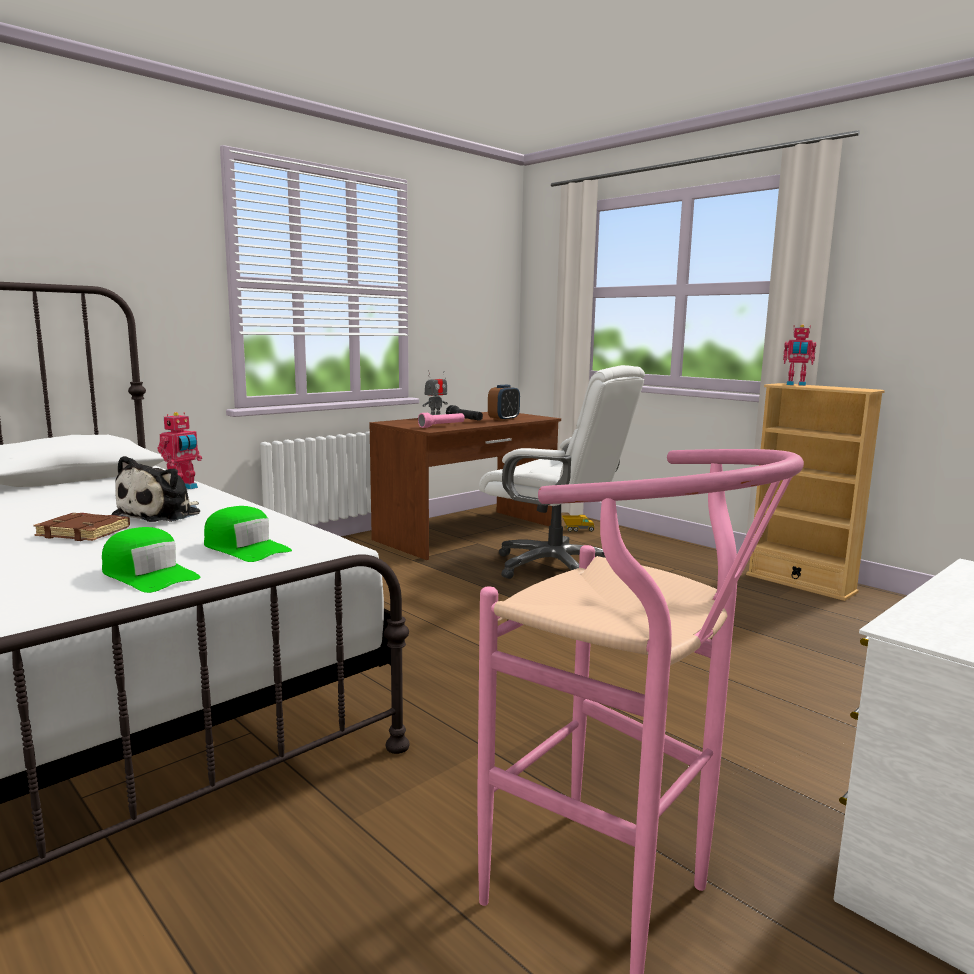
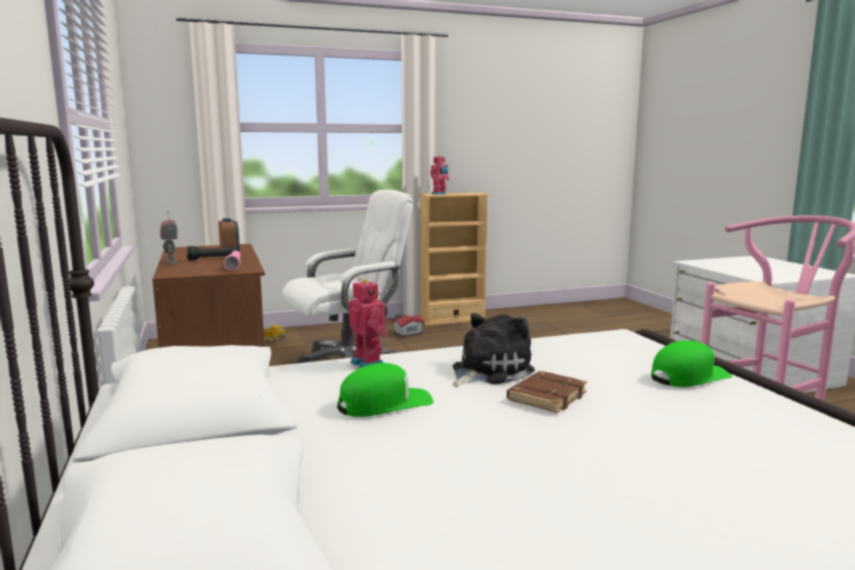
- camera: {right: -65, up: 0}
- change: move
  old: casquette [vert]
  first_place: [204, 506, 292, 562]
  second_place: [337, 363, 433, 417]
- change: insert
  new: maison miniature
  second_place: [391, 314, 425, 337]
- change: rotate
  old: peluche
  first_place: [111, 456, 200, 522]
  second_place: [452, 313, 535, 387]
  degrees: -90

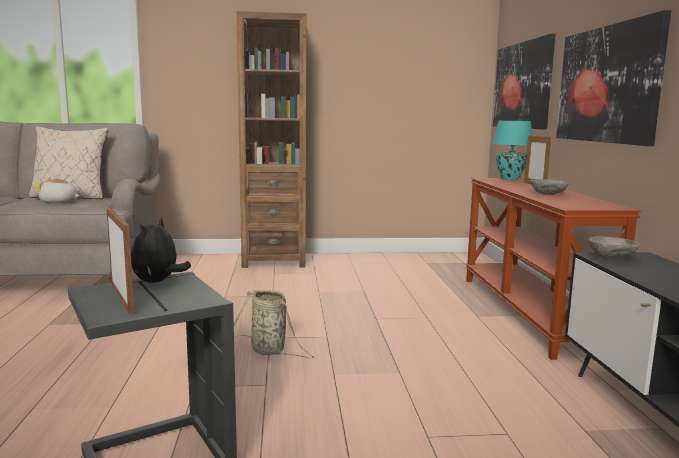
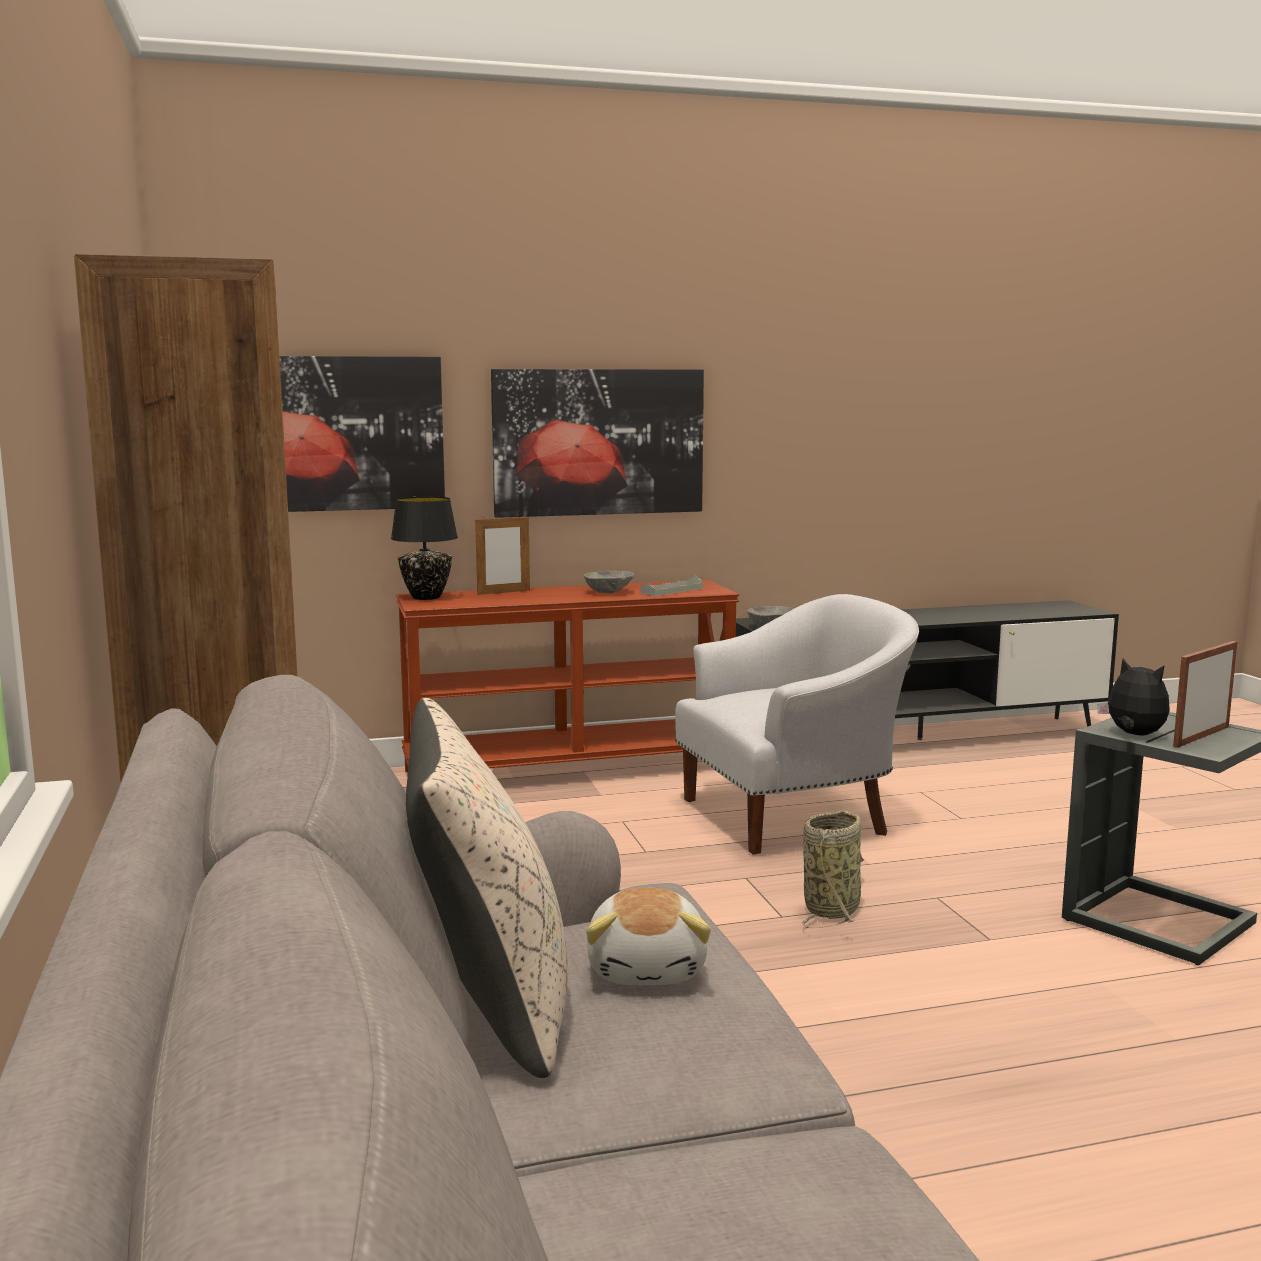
- camera: {right: -100, up: 0}
- change: recolor
  old: lampe de table [turquoise]
  new: lampe de table [noir]
  first_place: [493, 121, 532, 180]
  second_place: [391, 497, 458, 600]
- change: insert
  new: plateau [gris]
  second_place: [640, 576, 703, 596]
- change: insert
  new: fauteuil [blanc]
  second_place: [675, 594, 919, 855]
- change: rotate
  old: peluche
  first_place: [131, 217, 191, 283]
  second_place: [1097, 658, 1170, 735]
  degrees: -135

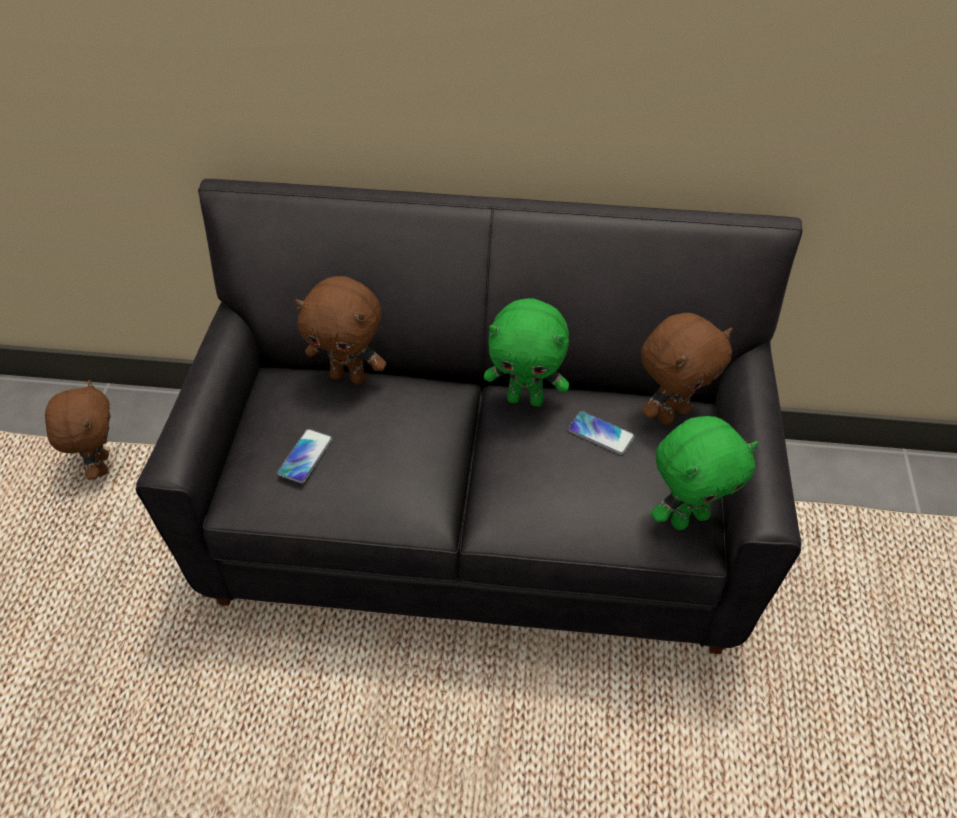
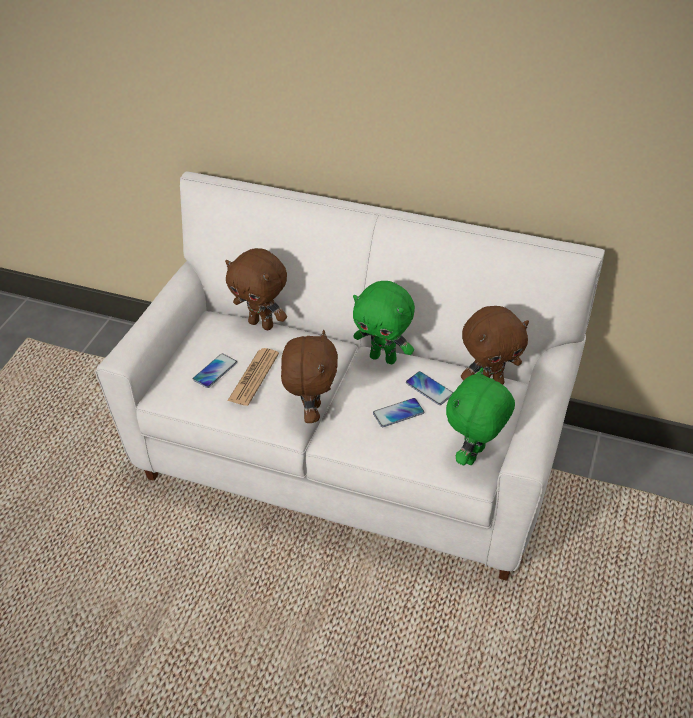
- camera: {right: 15, up: -5}
- change: recolor
  old: canapé [noir]
  new: canapé [blanc]
  first_place: [136, 179, 803, 654]
  second_place: [95, 171, 605, 581]
- change: insert
  new: journal
  second_place: [227, 348, 279, 406]
- change: move
  old: peluche [marron]
  first_place: [45, 380, 111, 480]
  second_place: [281, 330, 338, 423]
- change: insert
  new: téléphone
  second_place: [373, 398, 424, 427]
- change: rotate
  old: peluche [vert]
  first_place: [651, 416, 758, 530]
  second_place: [446, 367, 515, 465]
  degrees: 135

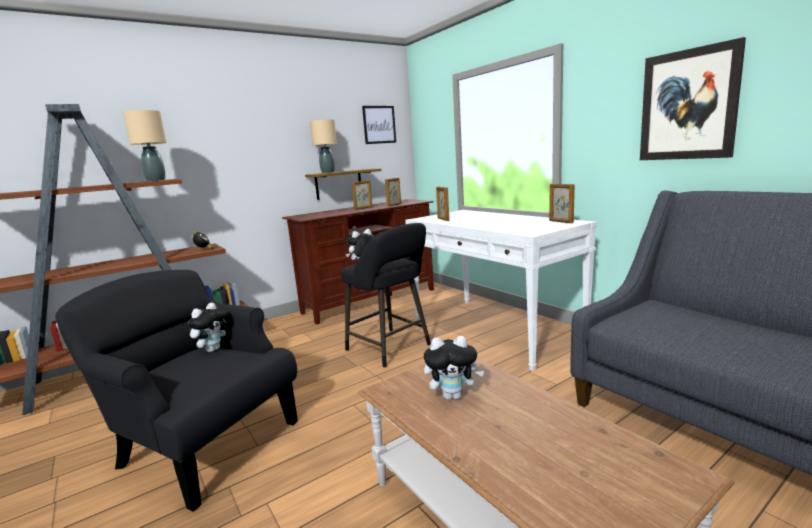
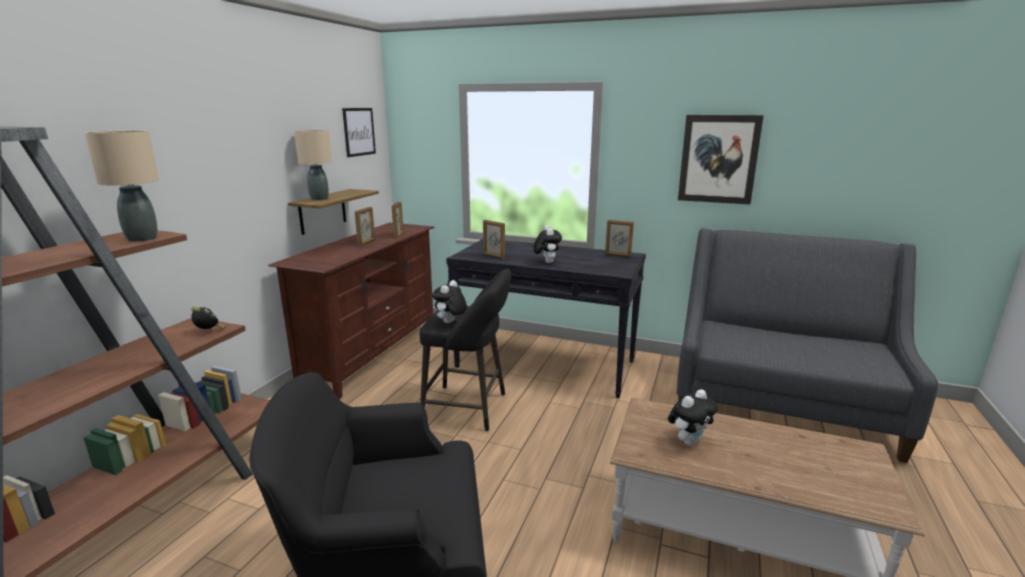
- camera: {right: -35, up: 5}
- change: recolor
  old: table console [blanc]
  new: table console [noir]
  first_place: [405, 210, 597, 371]
  second_place: [446, 239, 646, 398]
- change: move
  old: peluche
  first_place: [188, 302, 227, 352]
  second_place: [533, 225, 562, 263]

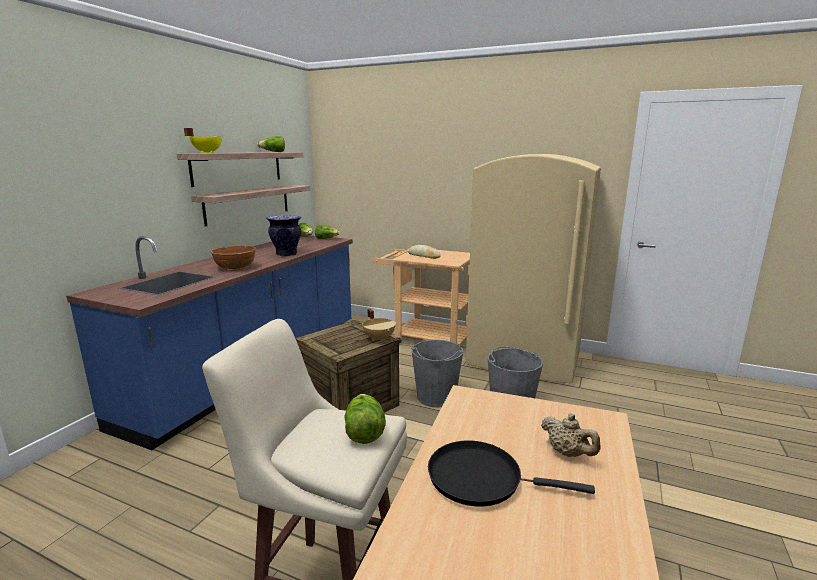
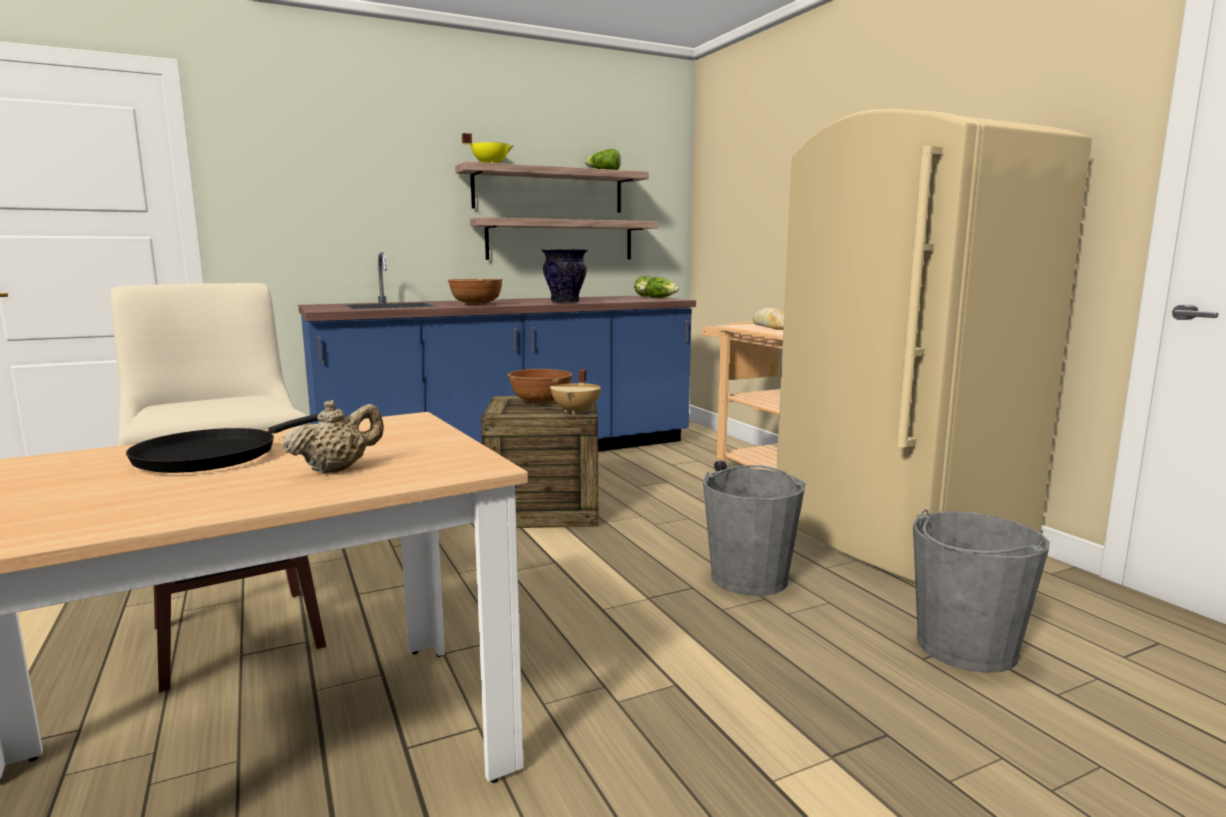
- camera: {right: 40, up: -5}
- change: rotate
  old: poêle [noir]
  first_place: [428, 441, 595, 507]
  second_place: [126, 414, 319, 473]
  degrees: -120
- change: rotate
  old: théière [beige]
  first_place: [541, 413, 600, 457]
  second_place: [283, 400, 384, 474]
  degrees: -135
- change: insert
  new: bol [marron]
  second_place: [508, 369, 572, 404]
- change: move
  old: seau [gris]
  first_place: [411, 340, 463, 408]
  second_place: [913, 509, 1050, 673]
- change: delete
  old: laitue
  first_place: [344, 394, 386, 444]

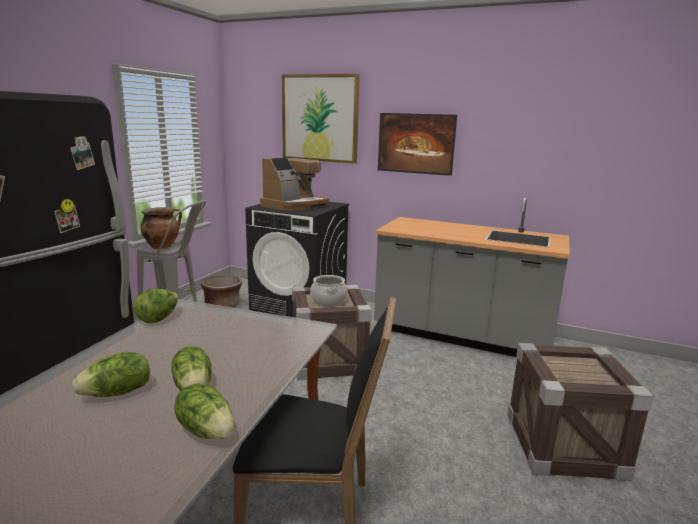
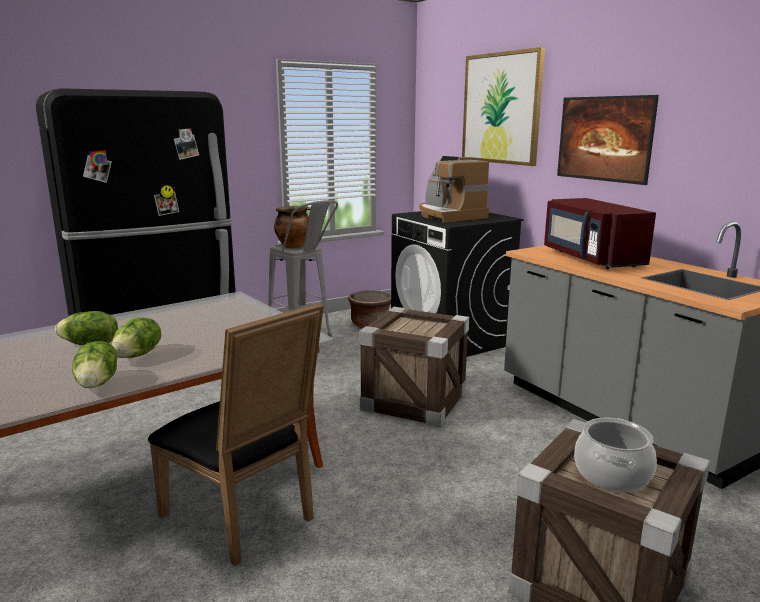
- camera: {right: 35, up: 0}
- change: rotate
  old: machine à café
  first_place: [260, 158, 329, 211]
  second_place: [419, 156, 489, 223]
  degrees: 75
- change: insert
  new: micro-ondes [rouge]
  second_place: [544, 198, 656, 269]
- change: move
  old: marmite
  first_place: [310, 275, 348, 307]
  second_place: [574, 418, 657, 492]
- change: delete
  old: laitue
  first_place: [133, 289, 178, 323]

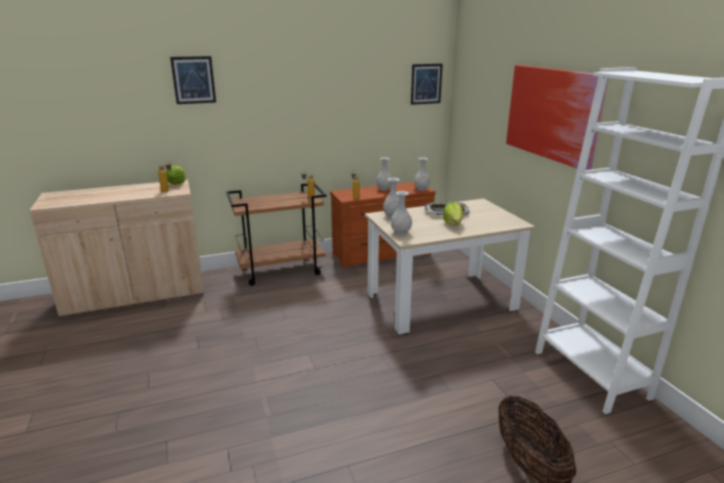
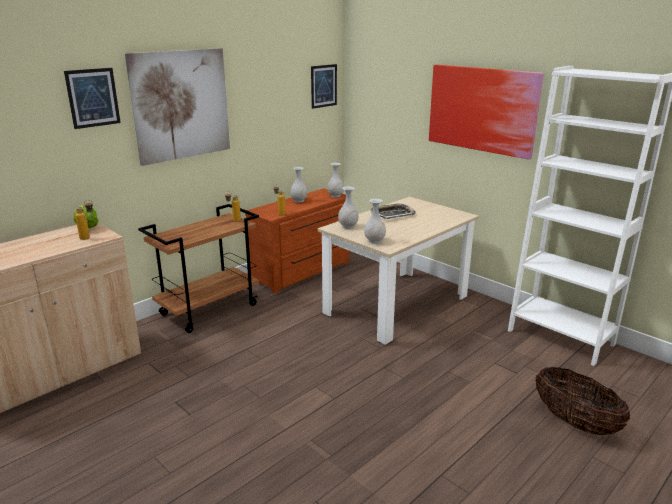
- camera: {right: -25, up: 0}
- change: insert
  new: tableau
  second_place: [125, 48, 230, 166]
- change: delete
  old: laitue
  first_place: [443, 202, 463, 226]

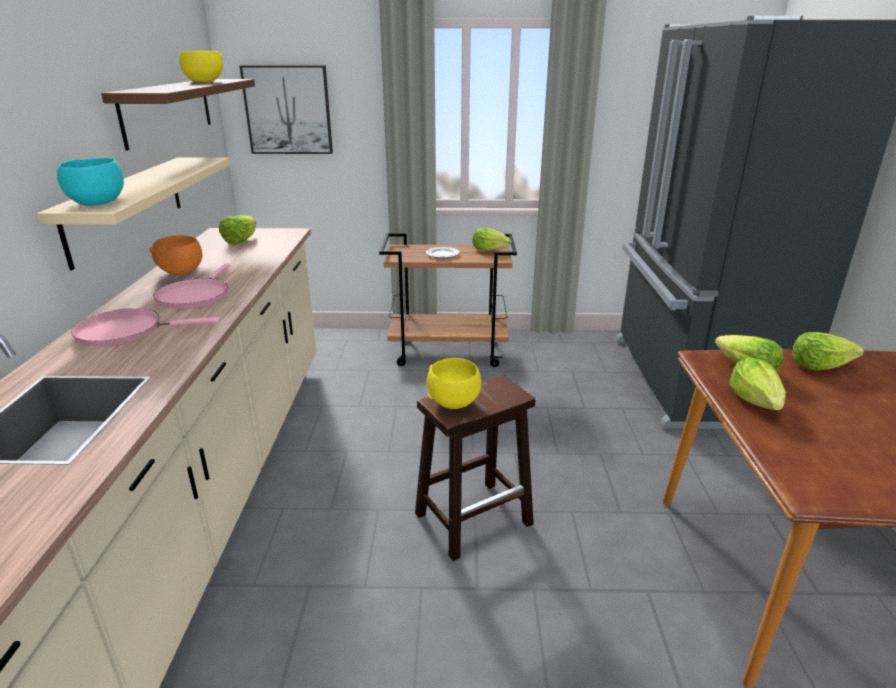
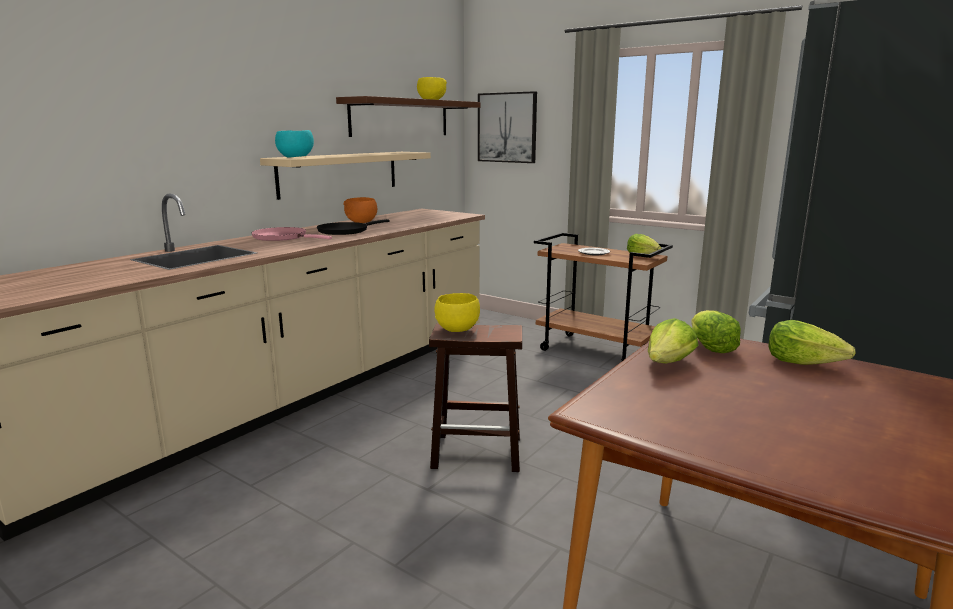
- camera: {right: 35, up: -10}
- change: recolor
  old: poêle [rose]
  new: poêle [noir]
  first_place: [153, 263, 230, 309]
  second_place: [317, 219, 390, 235]
- change: delete
  old: laitue
  first_place: [219, 215, 256, 245]

